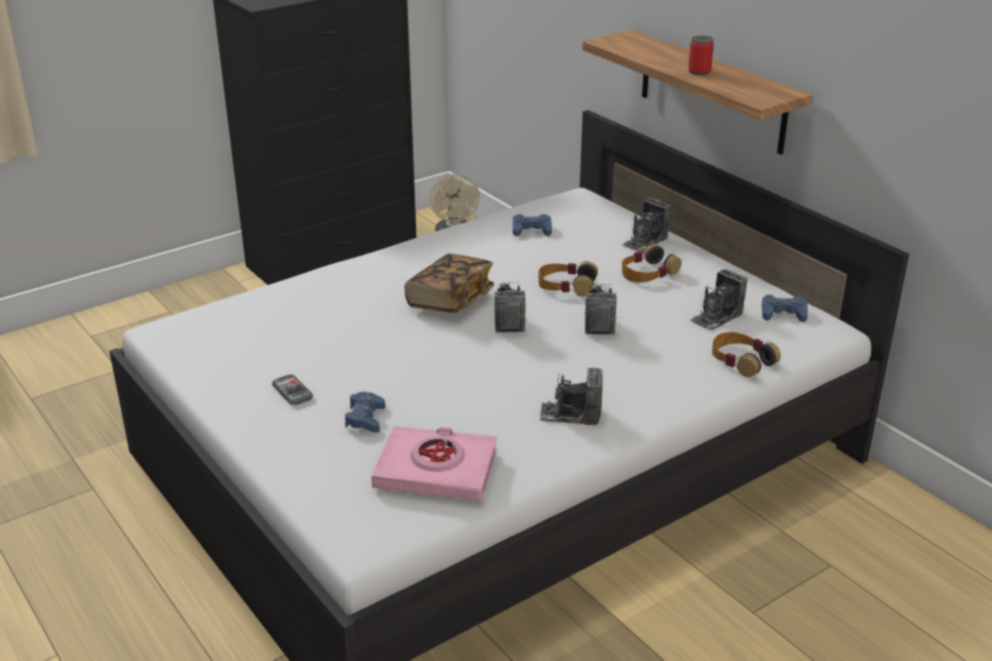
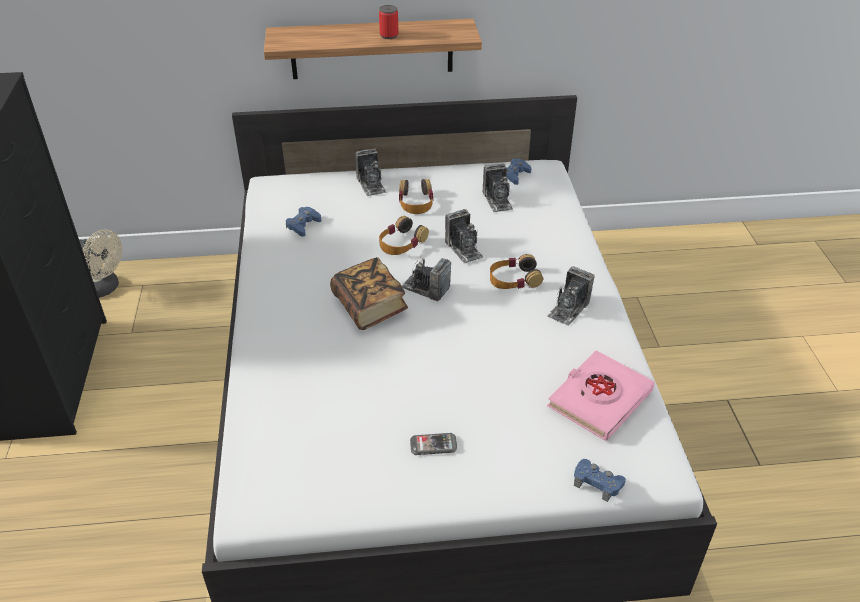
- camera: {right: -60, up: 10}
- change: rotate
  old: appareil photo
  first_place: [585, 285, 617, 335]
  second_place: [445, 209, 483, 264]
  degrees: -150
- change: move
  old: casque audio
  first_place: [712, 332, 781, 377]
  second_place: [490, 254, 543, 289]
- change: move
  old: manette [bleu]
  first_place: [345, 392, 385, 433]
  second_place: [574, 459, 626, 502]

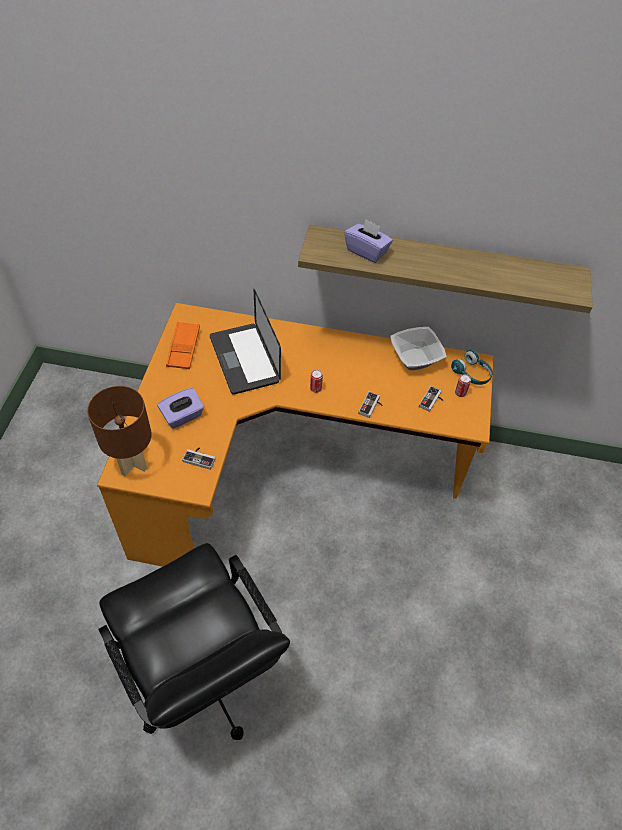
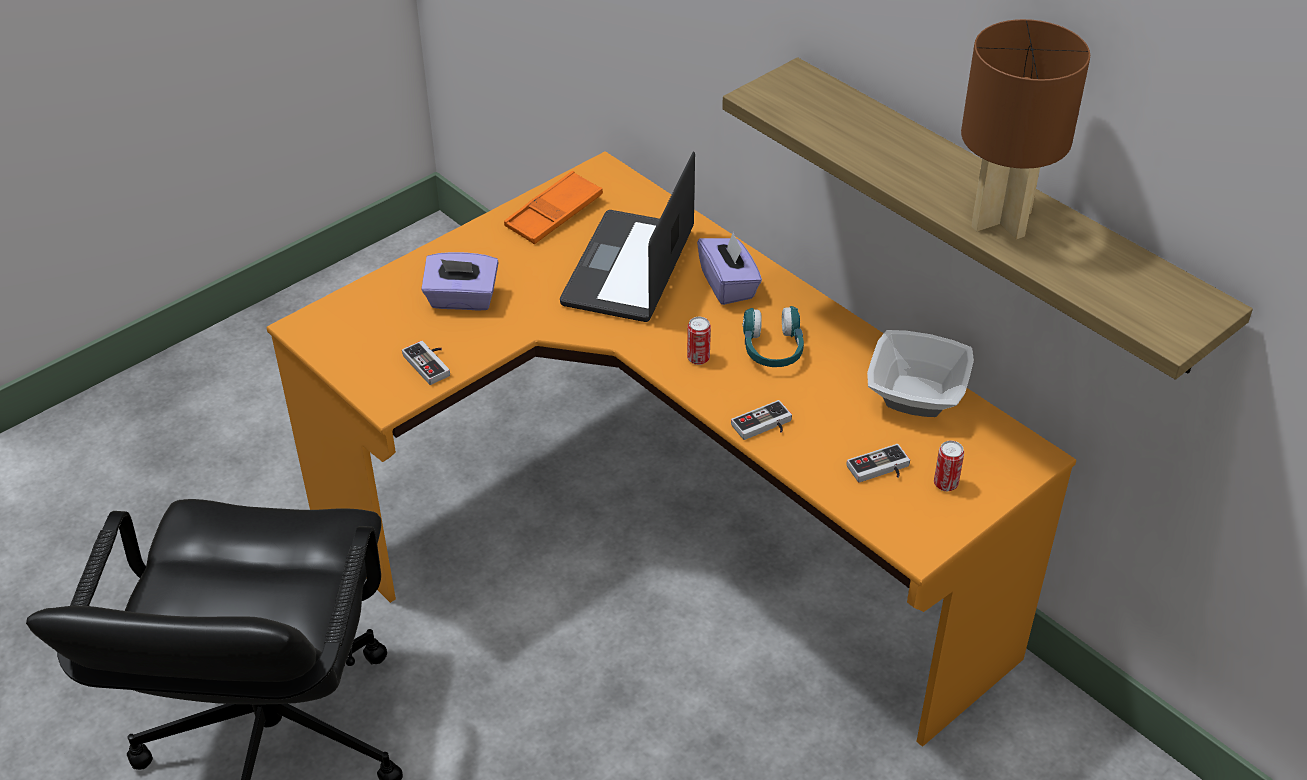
- camera: {right: 40, up: -10}
- change: move
  old: boîte à mouchoirs [violet]
  first_place: [344, 219, 393, 263]
  second_place: [697, 231, 762, 305]
- change: move
  old: casque audio [turquoise]
  first_place: [451, 350, 493, 385]
  second_place: [742, 306, 804, 367]
- change: move
  old: lampe de table [marron]
  first_place: [87, 386, 152, 476]
  second_place: [961, 19, 1090, 239]

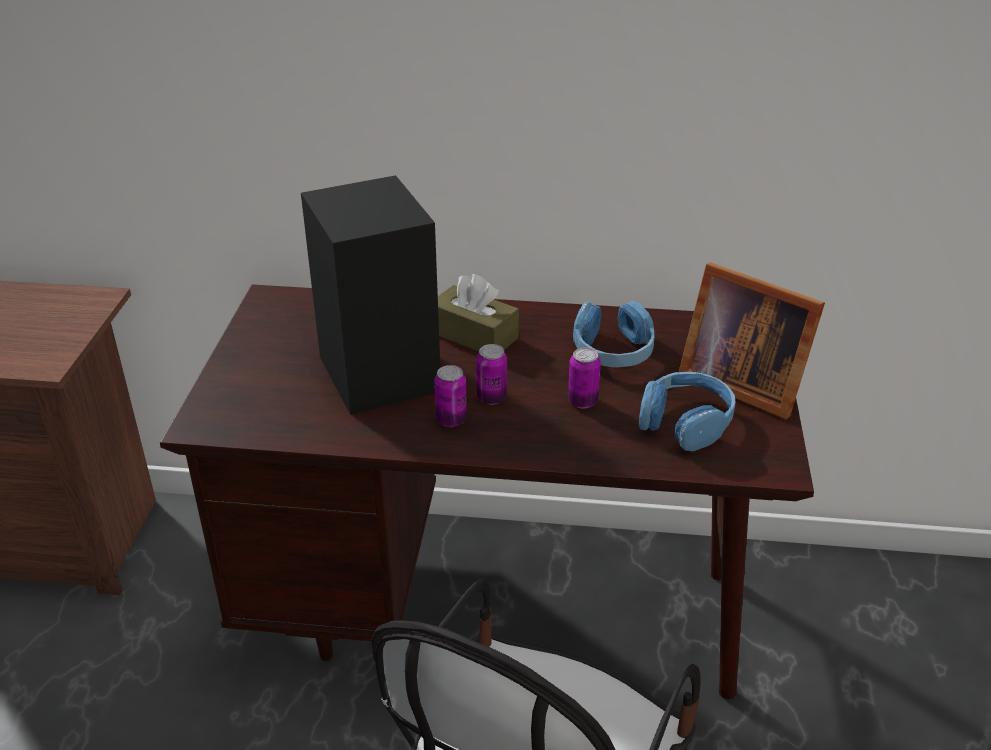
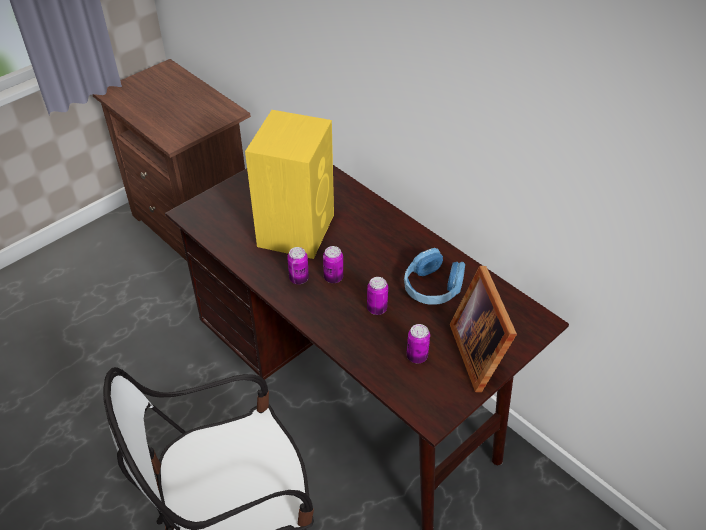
- camera: {right: 40, up: 10}
- change: recolor
  old: enceinte [noir]
  new: enceinte [jaune]
  first_place: [301, 175, 440, 415]
  second_place: [245, 110, 334, 259]
- change: replace
  old: casque audio [bleu]
  new: boîte métallique
  first_place: [639, 372, 735, 451]
  second_place: [406, 324, 430, 363]
- change: delete
  old: boîte à mouchoirs [marron]
  first_place: [438, 274, 519, 352]

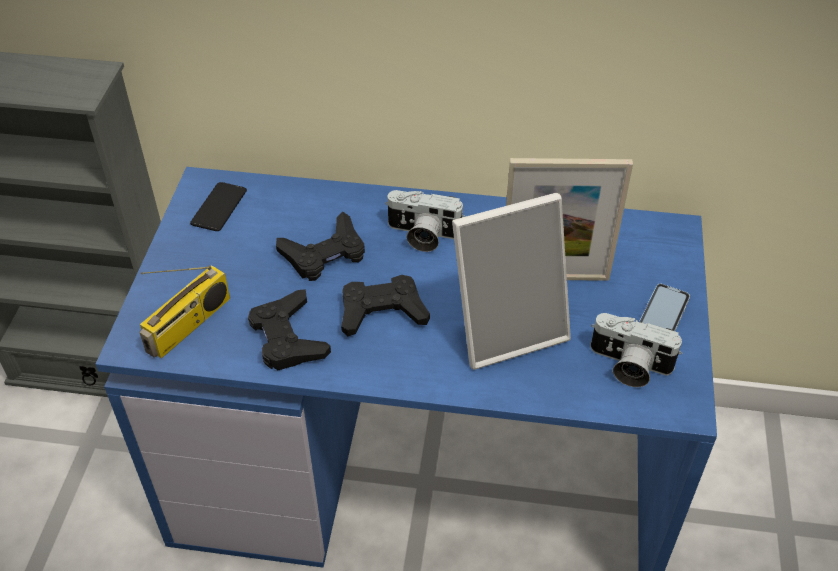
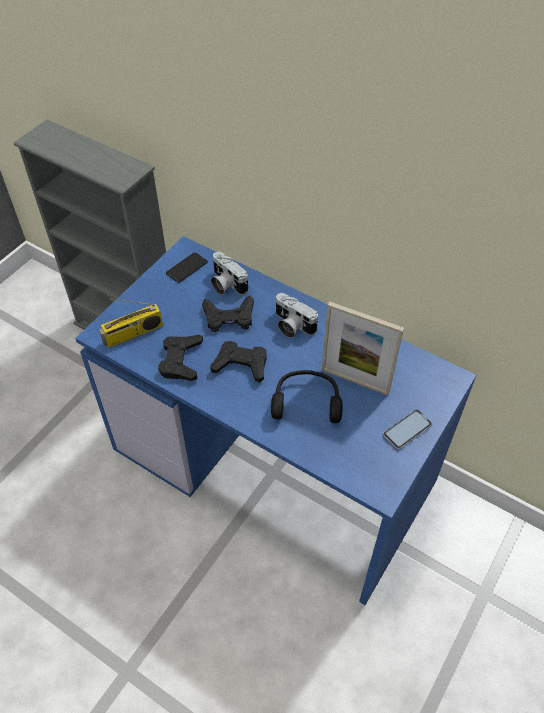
- camera: {right: 25, up: 5}
- change: move
  old: appareil photo
  first_place: [590, 313, 682, 387]
  second_place: [211, 251, 248, 295]
- change: replace
  old: cadre photo
  new: casque audio [noir]
  first_place: [452, 193, 571, 370]
  second_place: [271, 370, 343, 423]

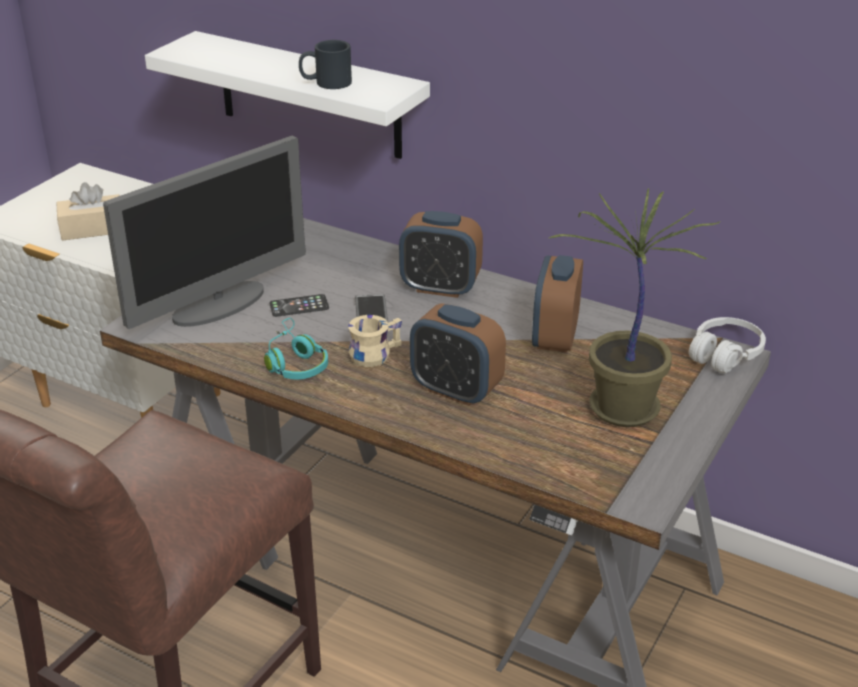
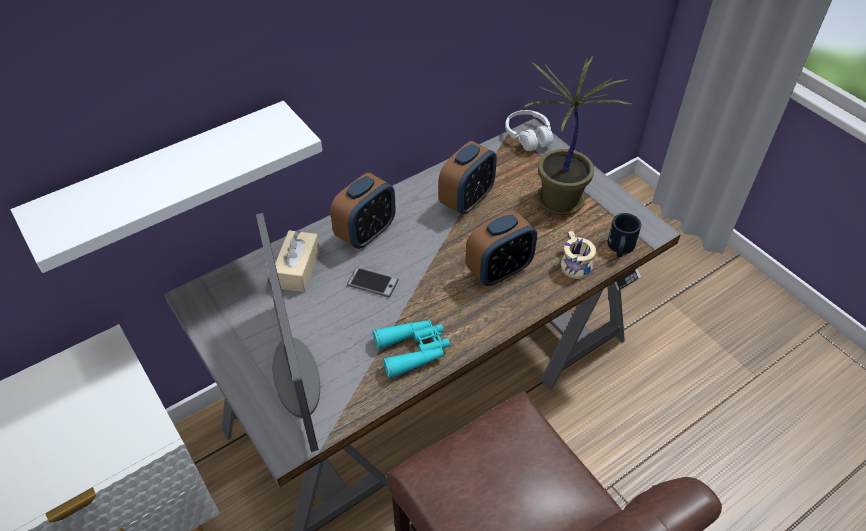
- camera: {right: -65, up: 15}
- change: move
  old: boîte à mouchoirs [beige]
  first_place: [56, 182, 120, 240]
  second_place: [275, 230, 320, 292]
- change: replace
  old: casque audio [turquoise]
  new: jumelles [turquoise]
  first_place: [264, 318, 328, 379]
  second_place: [373, 320, 450, 379]
- change: rotate
  old: réveil
  first_place: [532, 255, 583, 353]
  second_place: [439, 141, 497, 214]
  degrees: -90
- change: move
  old: mug [beige]
  first_place: [348, 315, 402, 367]
  second_place: [561, 231, 596, 279]
- change: move
  old: mug [noir]
  first_place: [299, 40, 352, 89]
  second_place: [607, 213, 641, 257]
- change: delete
  old: téléphone
  first_place: [269, 294, 329, 317]

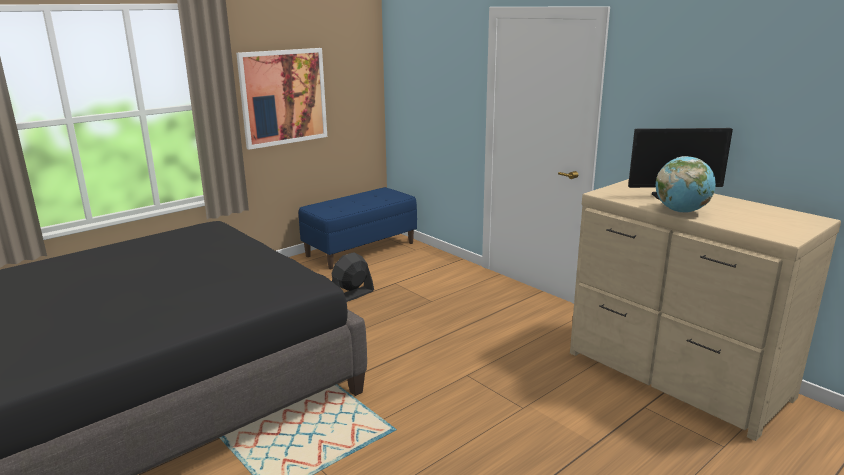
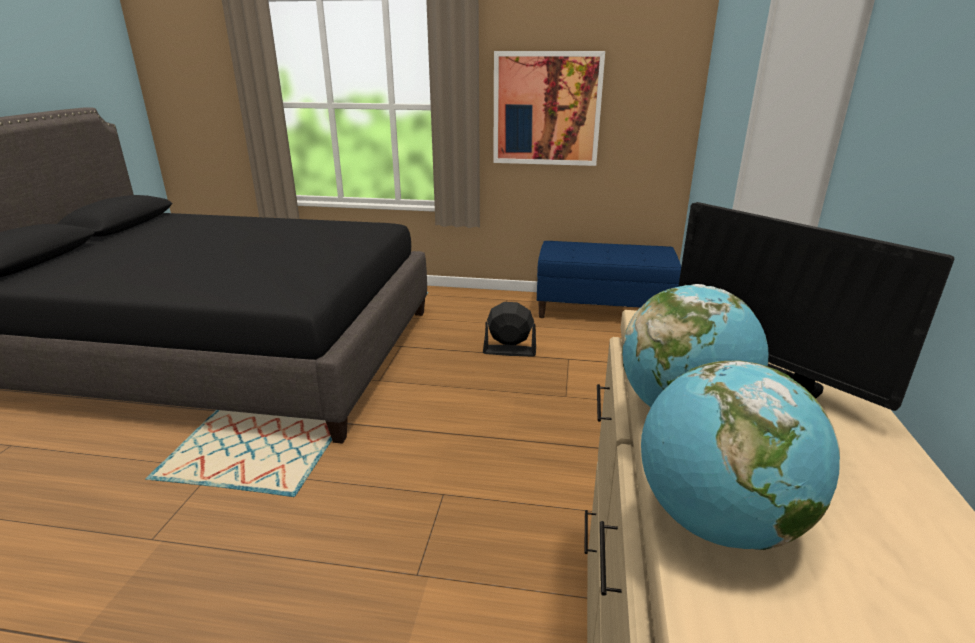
- camera: {right: 50, up: 5}
- change: insert
  new: globe
  second_place: [641, 360, 840, 550]

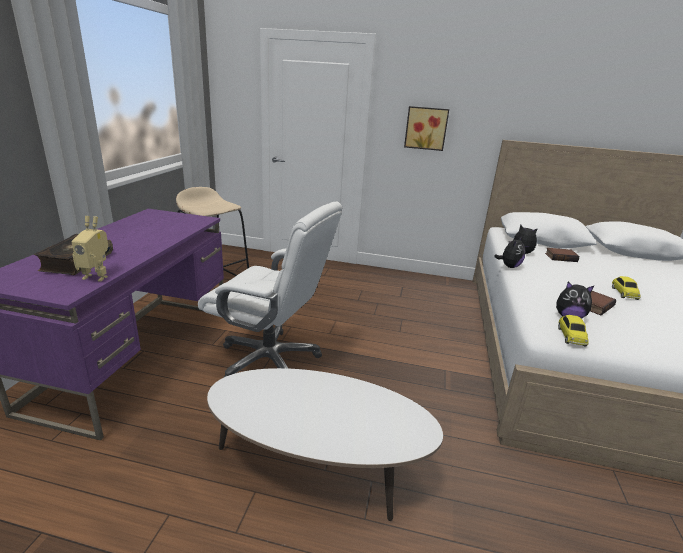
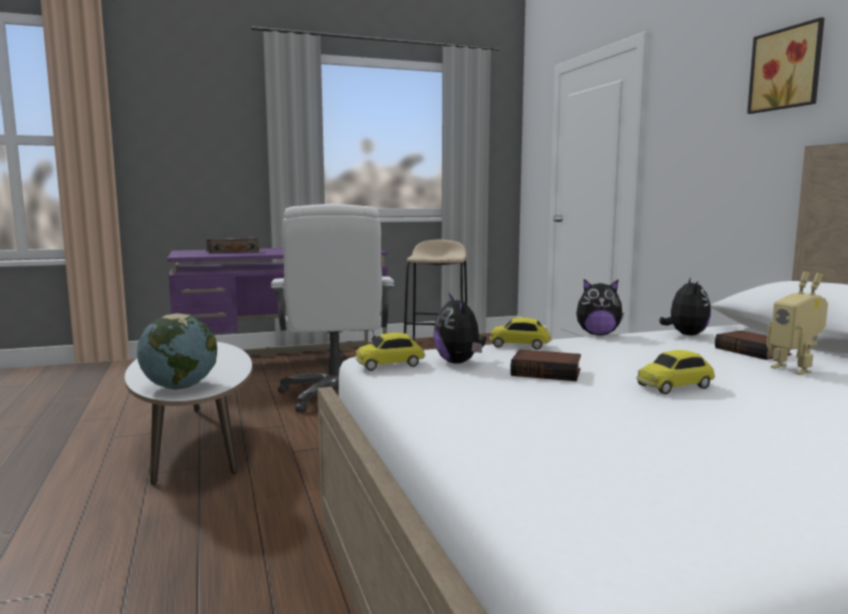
- camera: {right: 60, up: -15}
- change: insert
  new: globe
  second_place: [137, 313, 217, 390]
- change: insert
  new: petite voiture
  second_place: [490, 318, 552, 350]
- change: move
  old: tableau
  first_place: [404, 106, 449, 151]
  second_place: [747, 17, 825, 114]
- change: move
  old: robot jouet
  first_place: [71, 216, 108, 282]
  second_place: [767, 271, 828, 375]

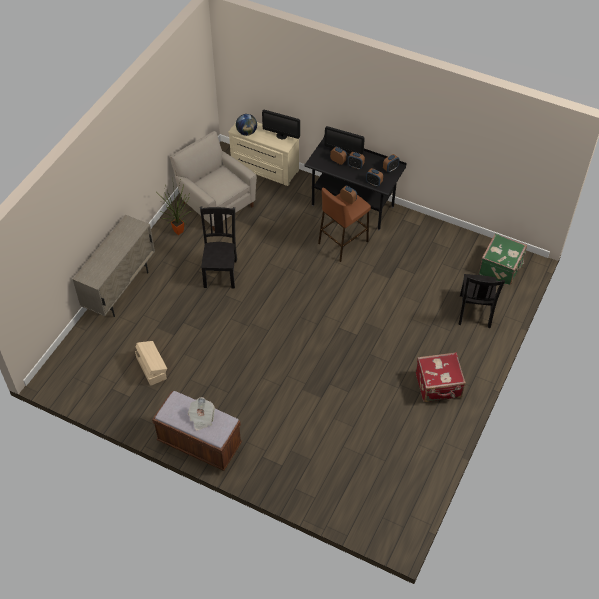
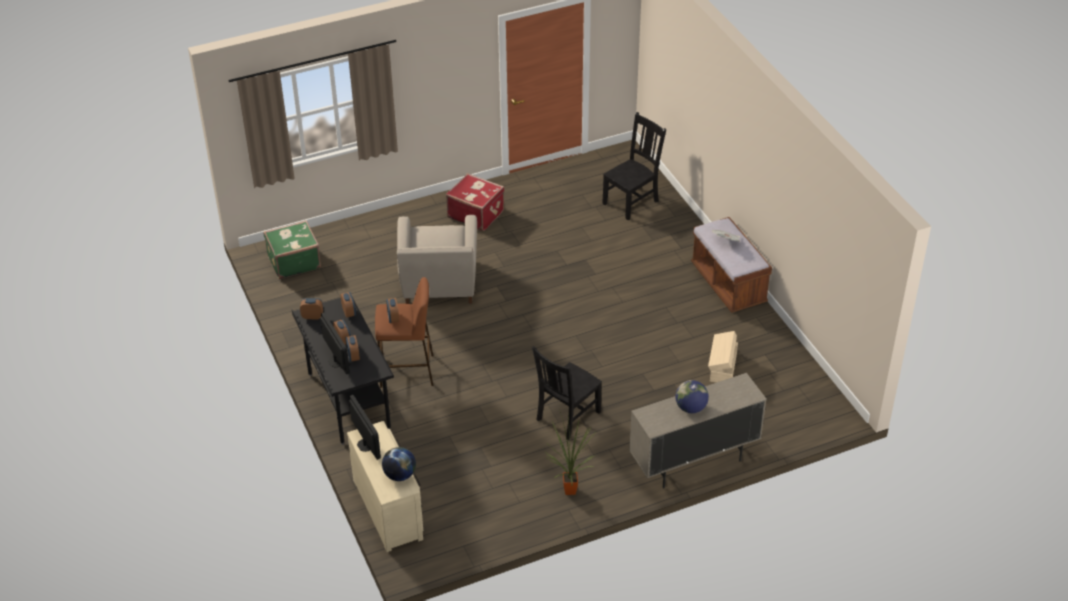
- camera: {right: -140, up: -10}
- change: move
  old: fauteuil [beige]
  first_place: [170, 131, 257, 231]
  second_place: [397, 215, 477, 304]
- change: move
  old: chaise [noir]
  first_place: [458, 274, 505, 328]
  second_place: [602, 112, 666, 220]
- change: insert
  new: globe
  second_place: [675, 380, 709, 413]

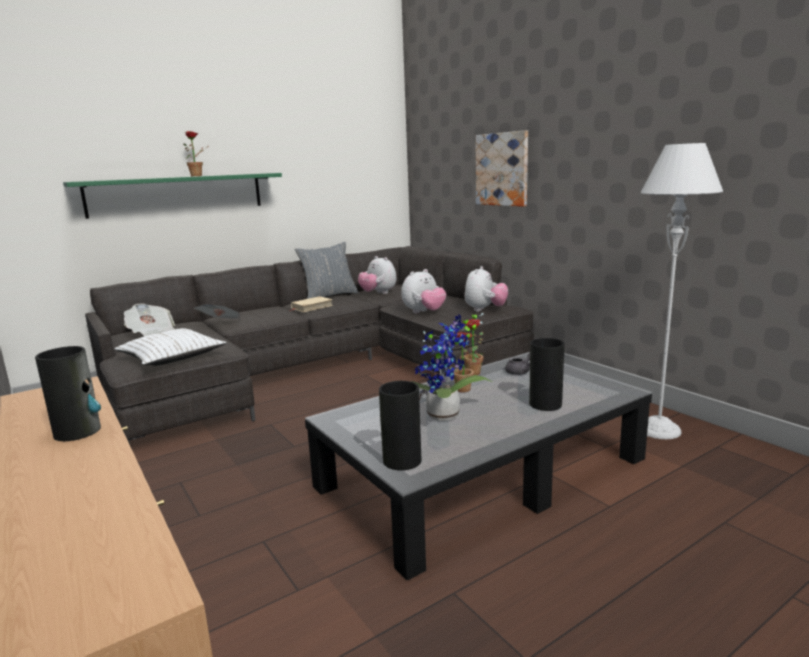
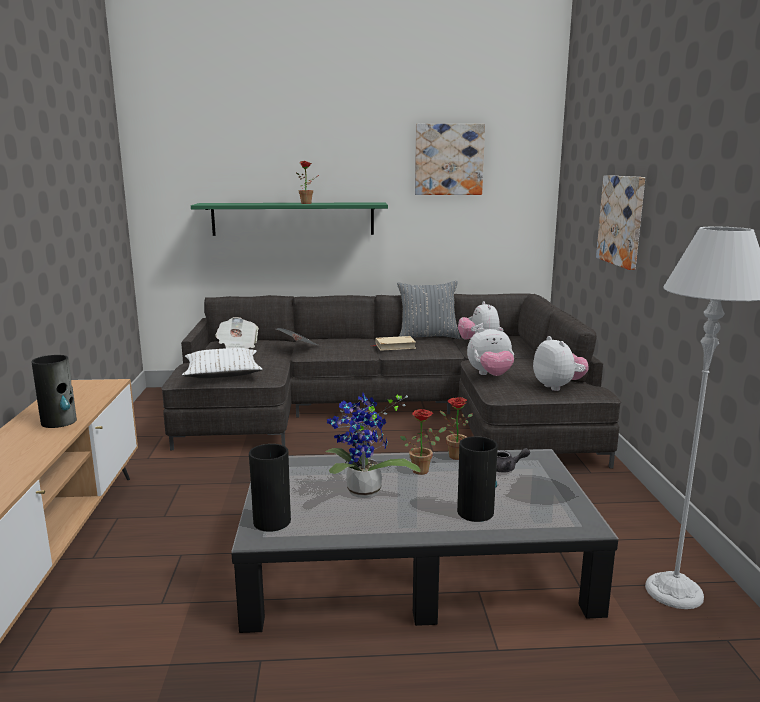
- camera: {right: 30, up: 0}
- change: insert
  new: tableau
  second_place: [415, 124, 485, 195]
- change: rotate
  old: peluche
  first_place: [464, 266, 508, 312]
  second_place: [533, 336, 589, 391]
  degrees: -75

